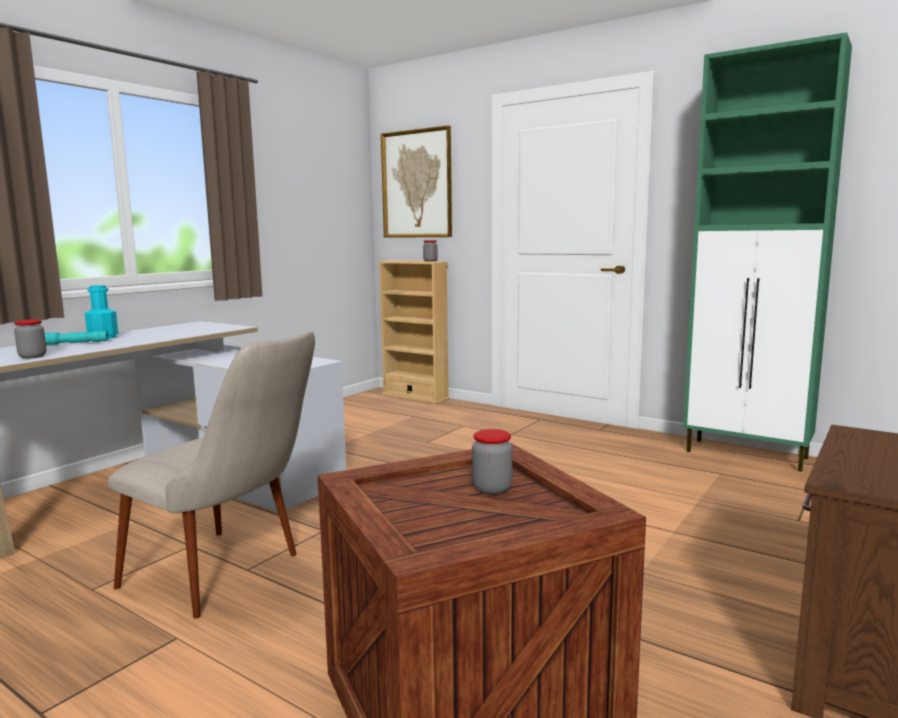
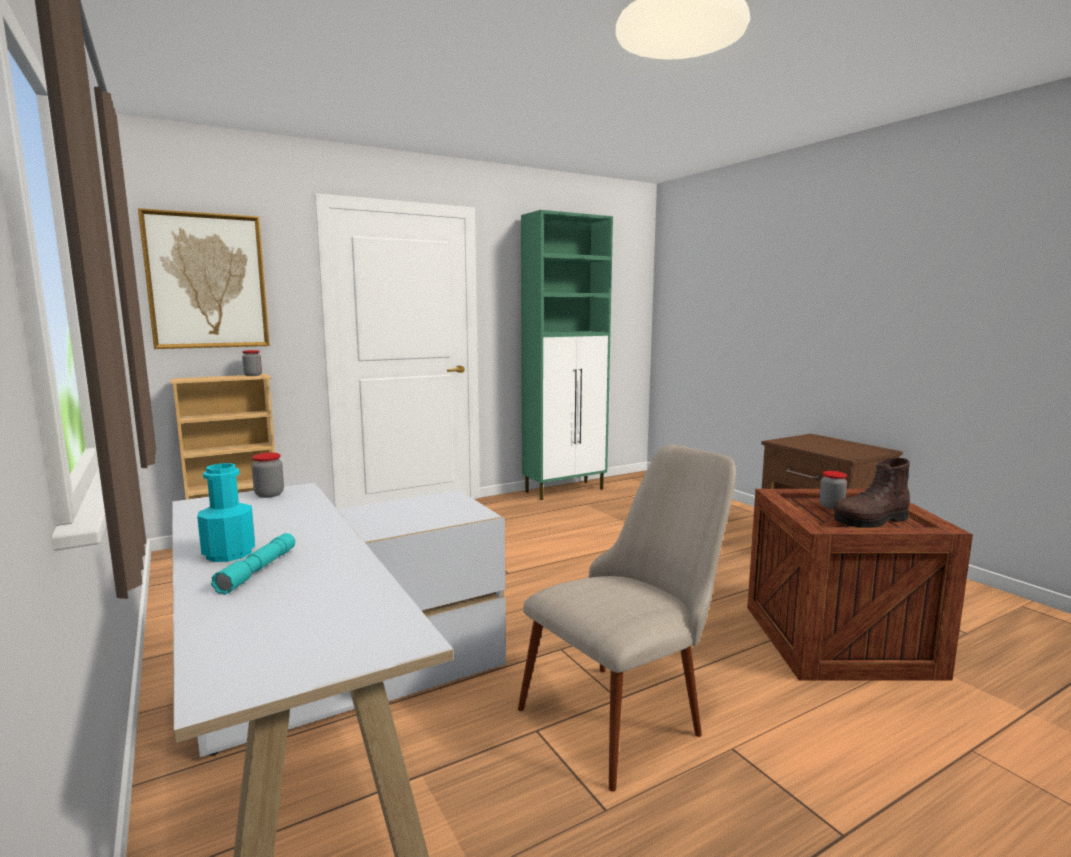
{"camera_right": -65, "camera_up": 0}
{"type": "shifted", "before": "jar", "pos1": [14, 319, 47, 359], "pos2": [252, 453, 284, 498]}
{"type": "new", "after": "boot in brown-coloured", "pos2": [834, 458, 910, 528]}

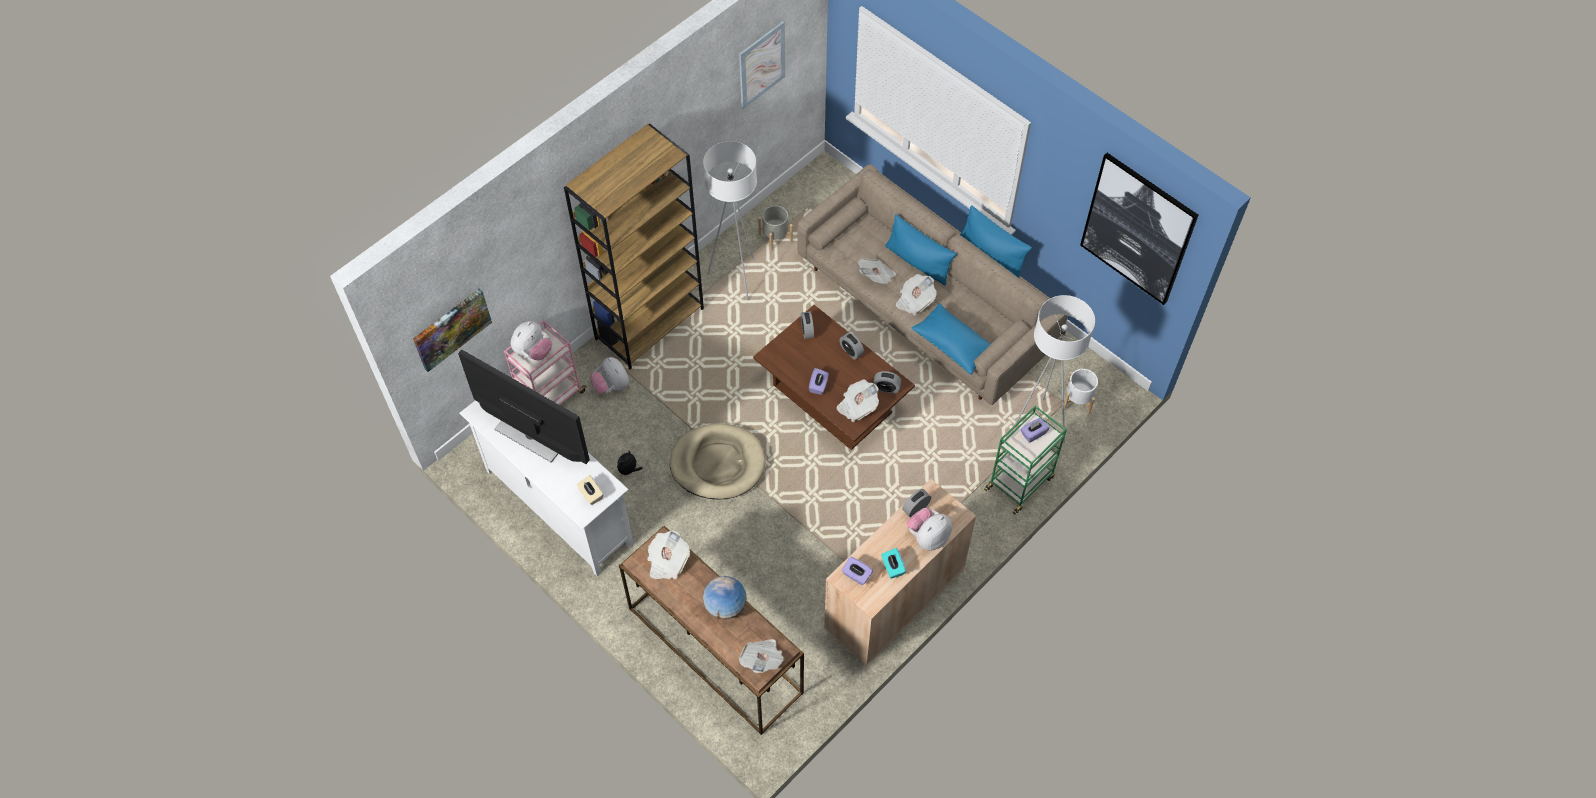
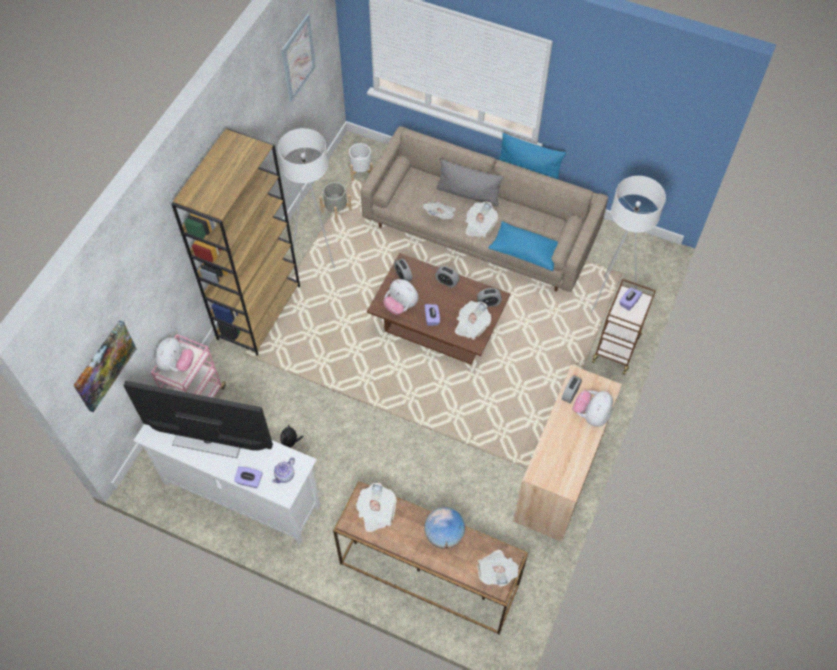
{"camera_right": -20, "camera_up": 0}
{"type": "shifted", "before": "tissue holder in purple", "pos1": [842, 557, 873, 585], "pos2": [234, 466, 262, 488]}
{"type": "swapped", "before": "tissue holder in beige-coloured", "after": "tea pot", "pos1": [577, 475, 604, 505], "pos2": [272, 458, 295, 483]}
{"type": "shifted", "before": "planter in white", "pos1": [1064, 369, 1098, 415], "pos2": [348, 143, 373, 181]}
{"type": "shifted", "before": "plush toy", "pos1": [591, 357, 629, 394], "pos2": [383, 279, 418, 315]}
{"type": "repainted", "before": "throw pillow in blue", "after": "throw pillow in gray", "pos1": [885, 215, 957, 286], "pos2": [436, 159, 504, 207]}
{"type": "repainted", "before": "wheeled cart in greenish", "after": "wheeled cart in brown-coloured", "pos1": [984, 406, 1066, 514], "pos2": [592, 279, 656, 375]}
{"type": "gone", "before": "dog cushion in beige-coloured", "pos1": [670, 423, 766, 499]}
{"type": "gone", "before": "tissue holder in turquoise", "pos1": [881, 548, 906, 579]}
{"type": "gone", "before": "picture", "pos1": [1080, 153, 1198, 305]}

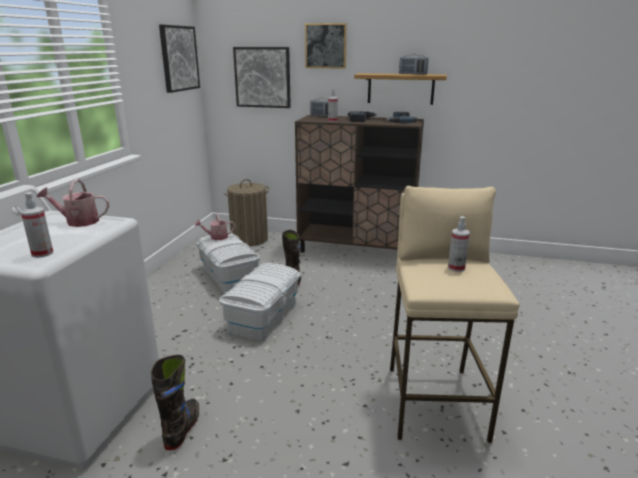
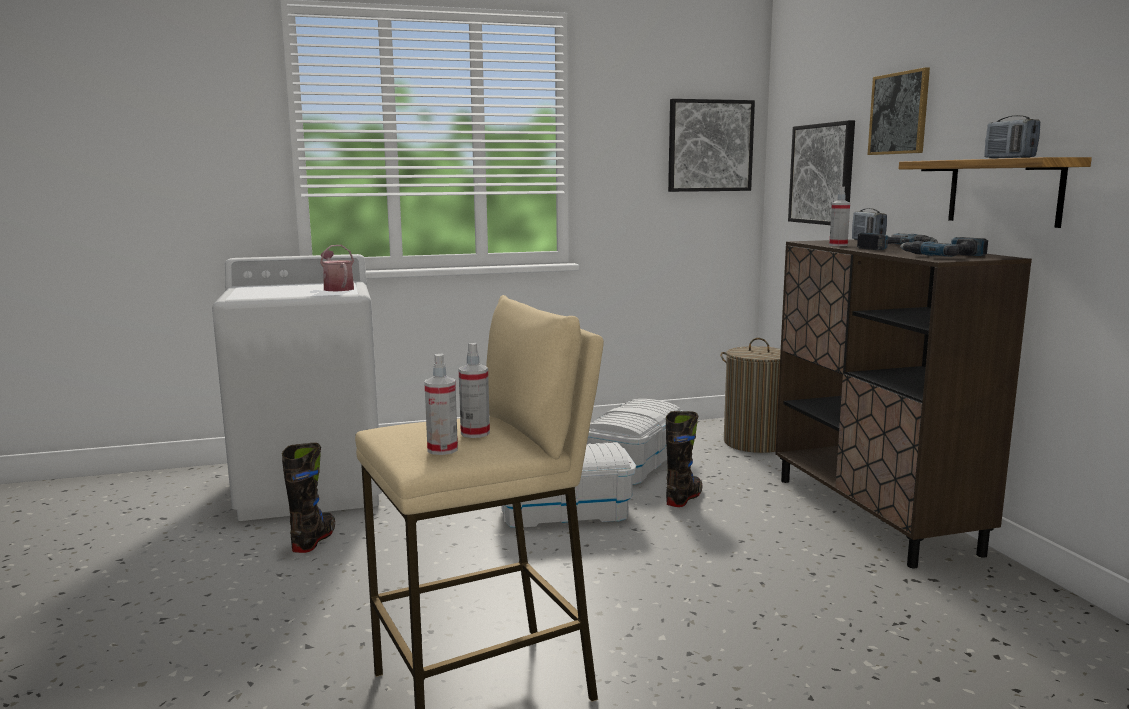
{"camera_right": 60, "camera_up": -10}
{"type": "rotated", "before": "boot in blackish", "pos1": [151, 355, 199, 450], "pos2": [282, 443, 335, 553], "turn": -60}
{"type": "shifted", "before": "sprayer", "pos1": [21, 192, 53, 258], "pos2": [424, 353, 458, 455]}
{"type": "gone", "before": "watering can", "pos1": [195, 213, 235, 240]}

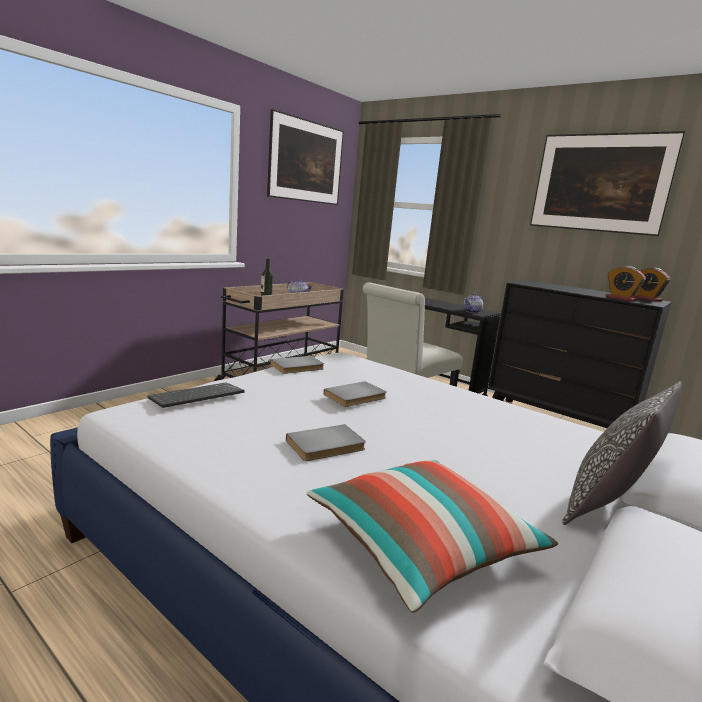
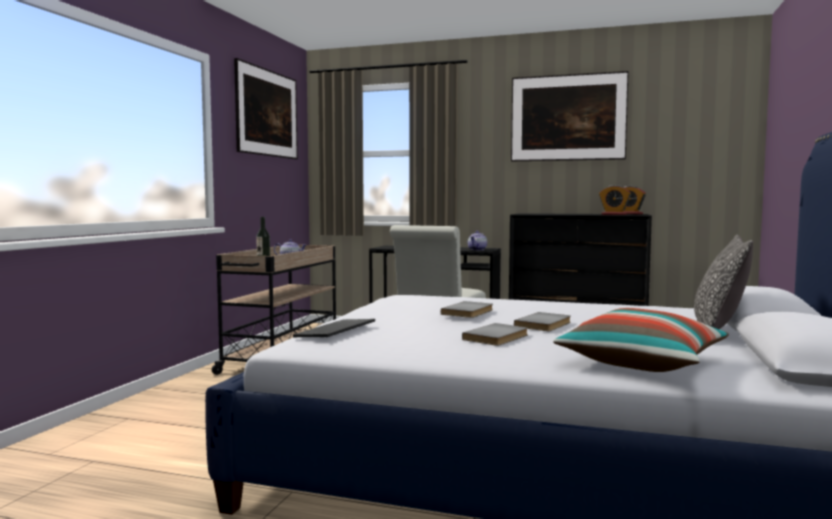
{"camera_right": -20, "camera_up": -10}
{"type": "shifted", "before": "bound book in gray", "pos1": [270, 356, 324, 374], "pos2": [514, 312, 571, 331]}

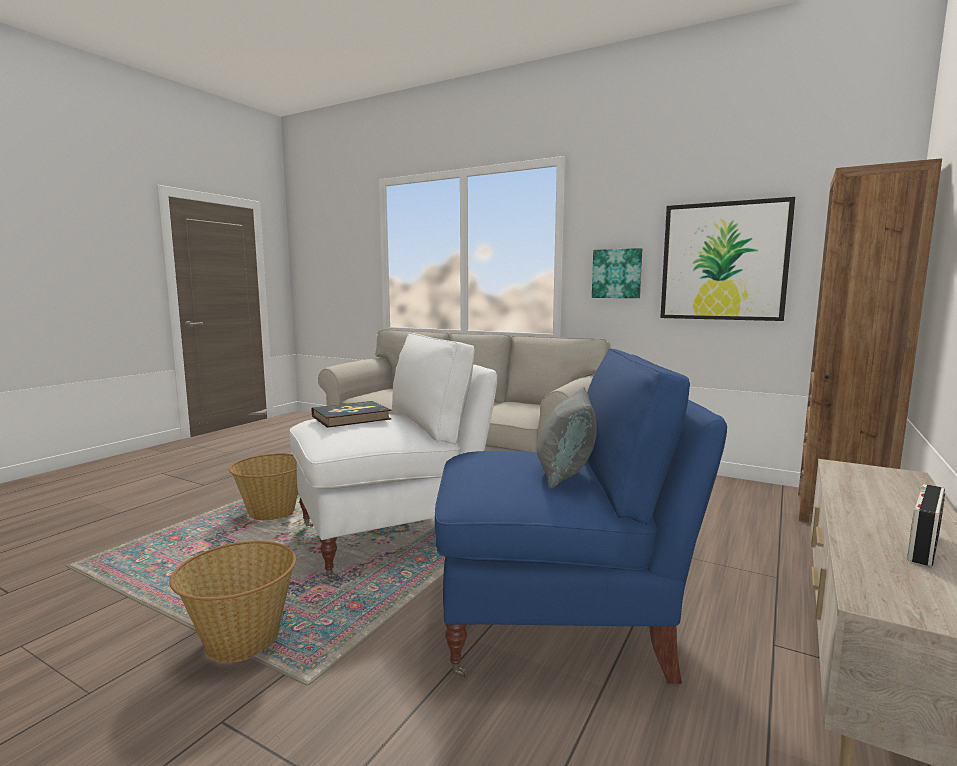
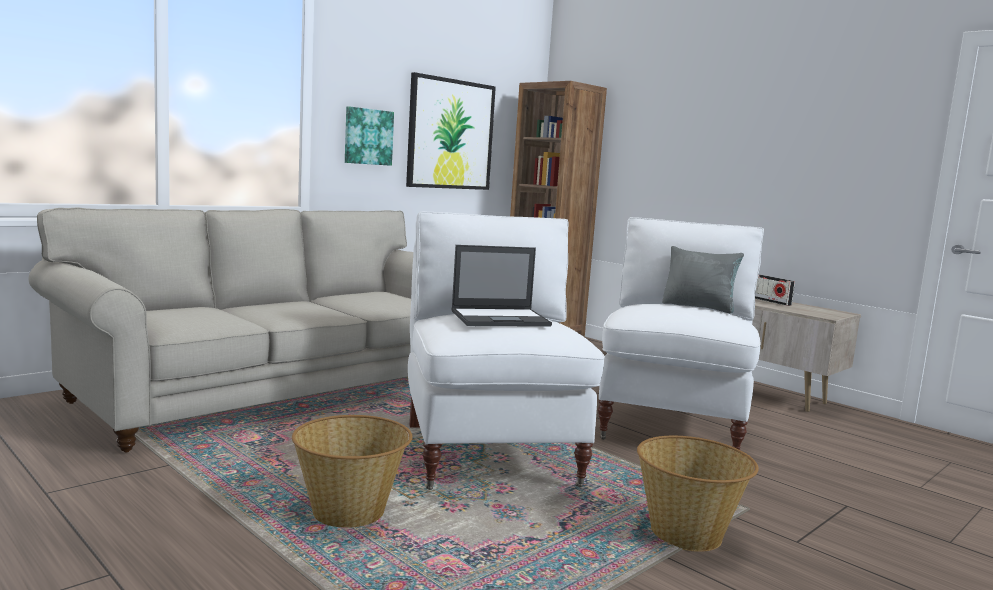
{"camera_right": -75, "camera_up": 0}
{"type": "swapped", "before": "bound book", "after": "laptop", "pos1": [312, 401, 391, 428], "pos2": [451, 245, 552, 327]}
{"type": "repainted", "before": "armchair in blue", "after": "armchair in white", "pos1": [435, 348, 727, 684], "pos2": [598, 217, 764, 450]}

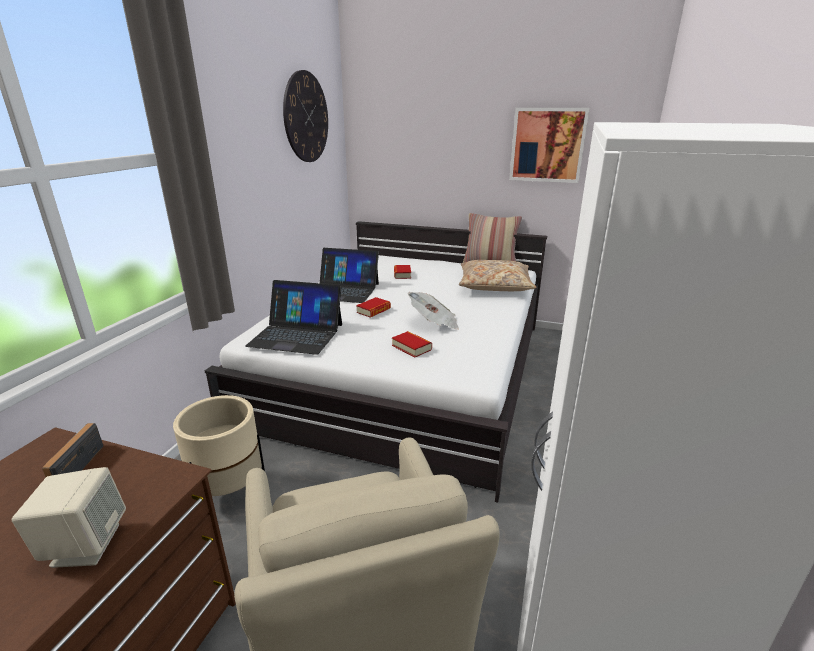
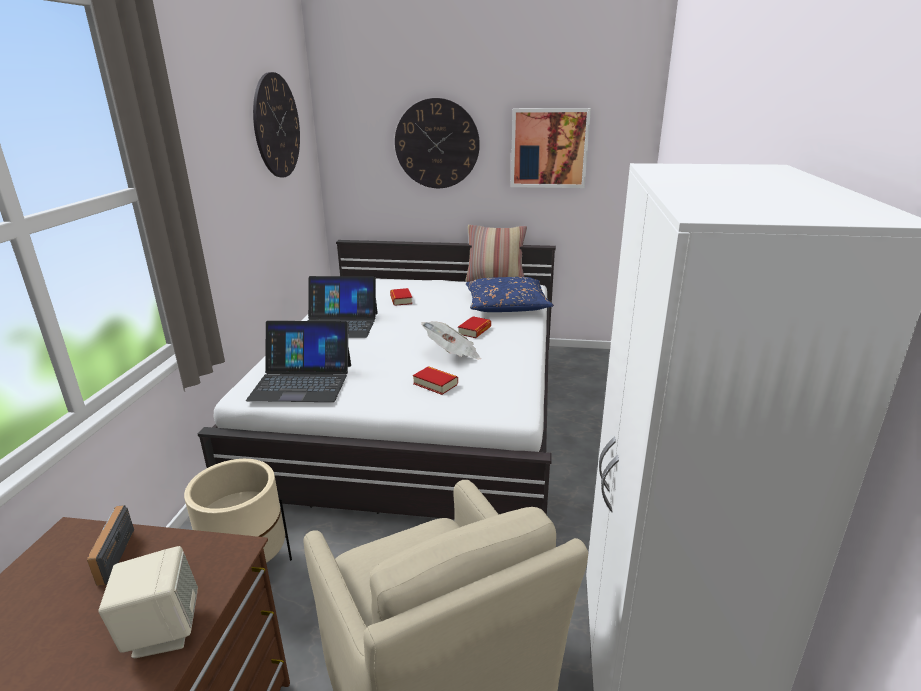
{"camera_right": -10, "camera_up": 0}
{"type": "new", "after": "clock on the wall", "pos2": [395, 98, 480, 188]}
{"type": "shifted", "before": "bound book", "pos1": [356, 297, 391, 317], "pos2": [458, 316, 491, 338]}
{"type": "repainted", "before": "throw pillow in beige-coloured", "after": "throw pillow in blue", "pos1": [459, 260, 537, 291], "pos2": [466, 277, 554, 312]}

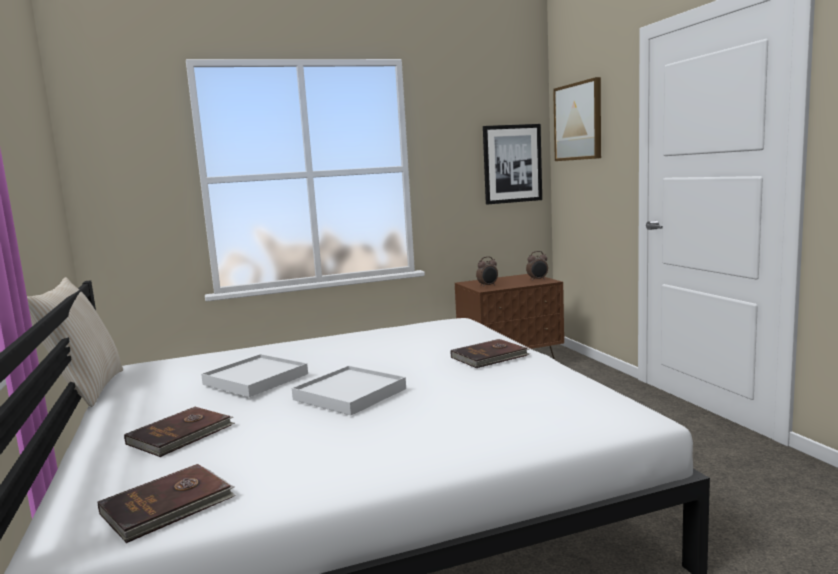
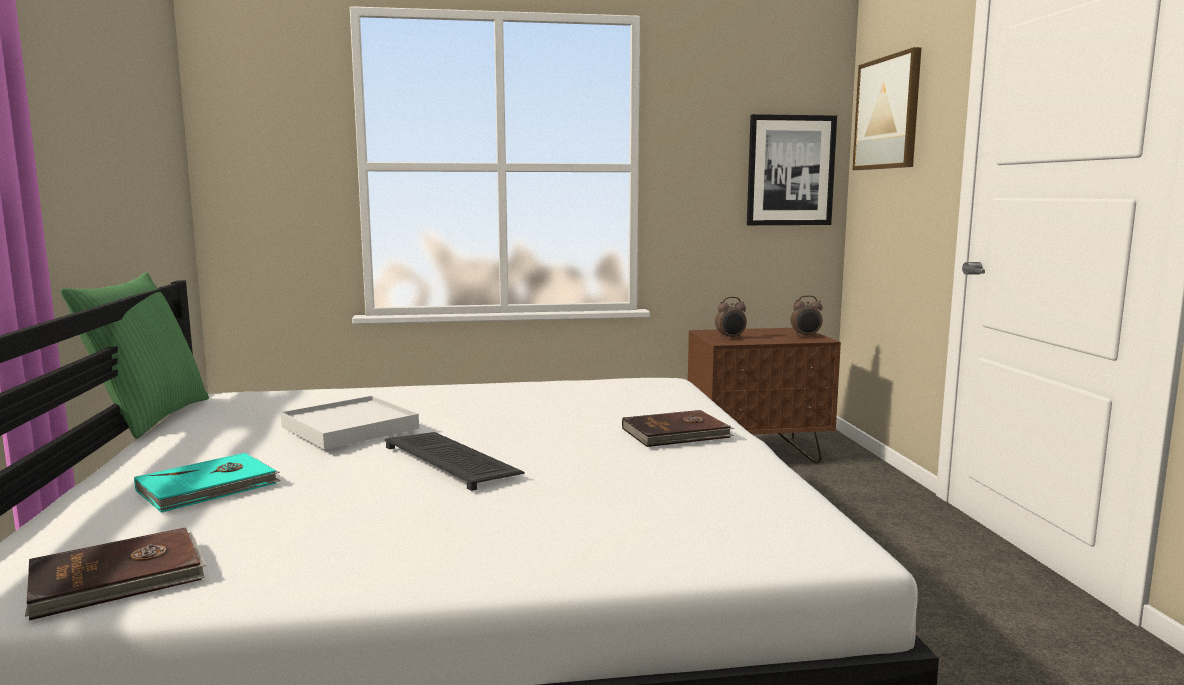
{"camera_right": 10, "camera_up": 0}
{"type": "repainted", "before": "throw pillow in beige-coloured", "after": "throw pillow in greenish", "pos1": [27, 277, 123, 407], "pos2": [60, 272, 209, 439]}
{"type": "repainted", "before": "bound book in brown-coloured", "after": "bound book in turquoise", "pos1": [124, 406, 235, 457], "pos2": [134, 453, 281, 513]}
{"type": "swapped", "before": "tray in white", "after": "keyboard", "pos1": [292, 366, 406, 416], "pos2": [385, 432, 524, 491]}

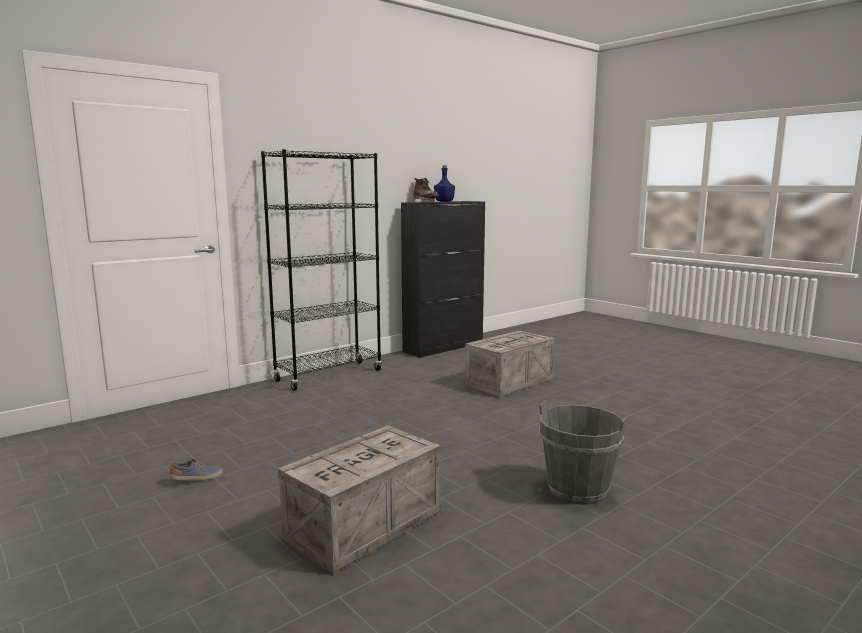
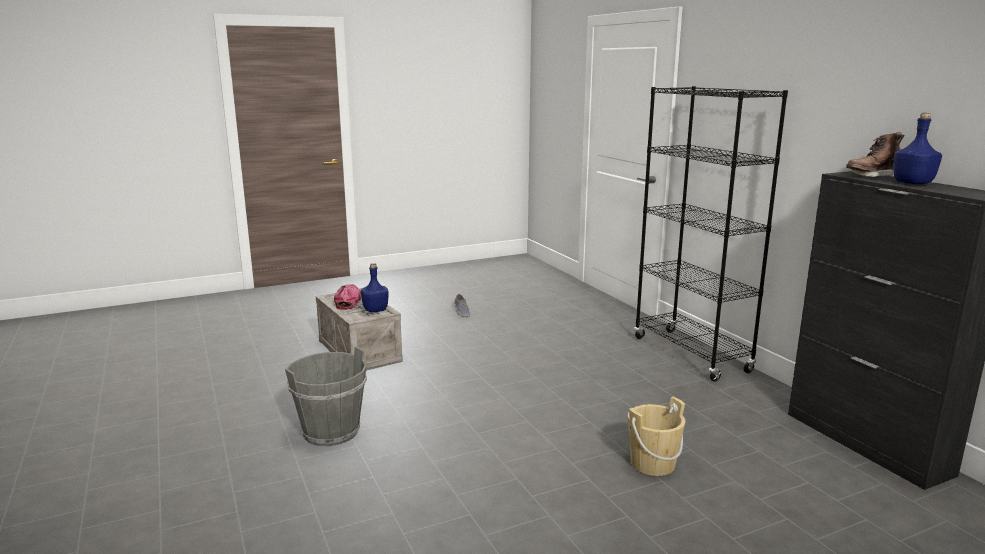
{"camera_right": 105, "camera_up": 5}
{"type": "new", "after": "peaked cap", "pos2": [334, 284, 362, 310]}
{"type": "new", "after": "drink bottle in blue", "pos2": [361, 263, 389, 312]}
{"type": "swapped", "before": "packing crate", "after": "water bucket in beige-coloured", "pos1": [465, 330, 555, 398], "pos2": [628, 397, 685, 476]}

